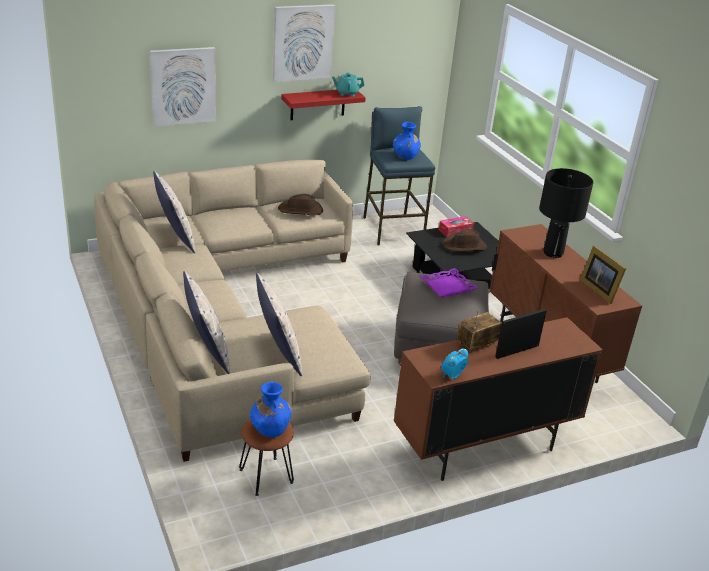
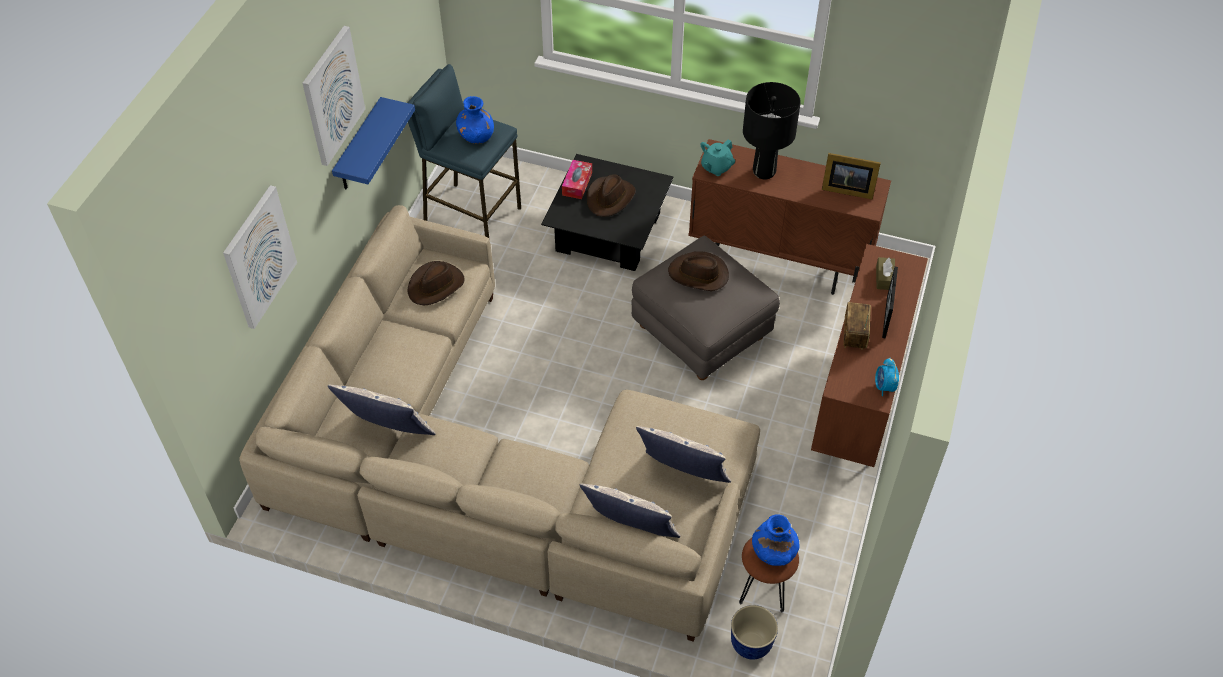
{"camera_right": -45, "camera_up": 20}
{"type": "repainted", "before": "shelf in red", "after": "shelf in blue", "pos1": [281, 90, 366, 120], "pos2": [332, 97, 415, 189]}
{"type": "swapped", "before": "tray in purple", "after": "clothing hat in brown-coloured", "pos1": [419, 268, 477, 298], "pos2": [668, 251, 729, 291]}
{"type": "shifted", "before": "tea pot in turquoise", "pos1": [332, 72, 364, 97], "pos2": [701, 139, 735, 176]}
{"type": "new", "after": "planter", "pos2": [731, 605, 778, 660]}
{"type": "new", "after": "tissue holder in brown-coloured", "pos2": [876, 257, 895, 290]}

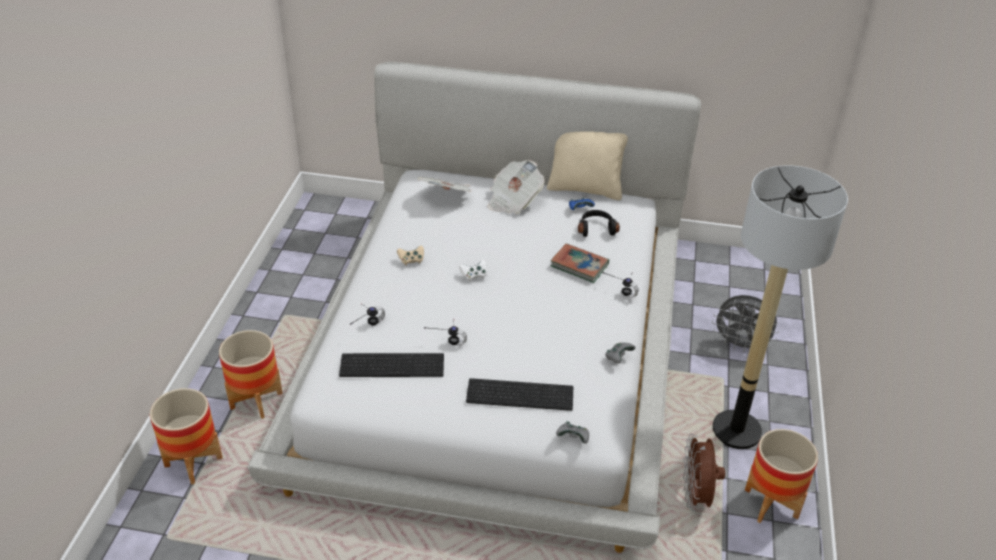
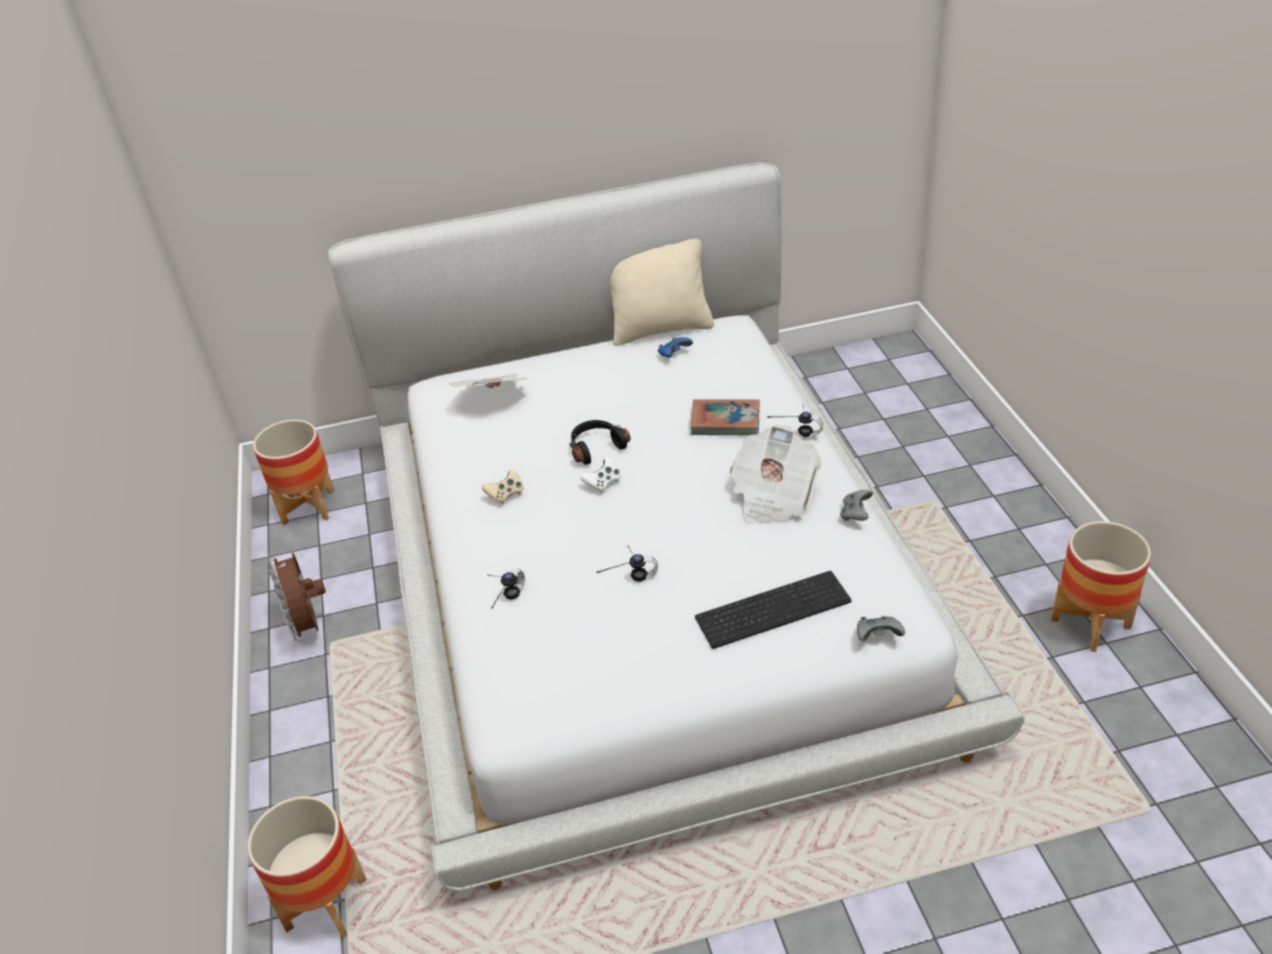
{"camera_right": -20, "camera_up": 0}
{"type": "shifted", "before": "planter", "pos1": [219, 330, 283, 419], "pos2": [253, 420, 335, 525]}
{"type": "shifted", "before": "cooling fan in brown-coloured", "pos1": [683, 434, 725, 511], "pos2": [267, 552, 326, 642]}
{"type": "shifted", "before": "headset in blackish", "pos1": [578, 210, 620, 237], "pos2": [570, 420, 631, 465]}
{"type": "shifted", "before": "newspaper", "pos1": [487, 160, 545, 214], "pos2": [730, 425, 821, 524]}
{"type": "gone", "before": "keyboard", "pos1": [339, 353, 444, 377]}
{"type": "gone", "before": "cooling fan in gray", "pos1": [712, 295, 779, 352]}
{"type": "gone", "before": "standard lamp", "pos1": [713, 165, 848, 449]}

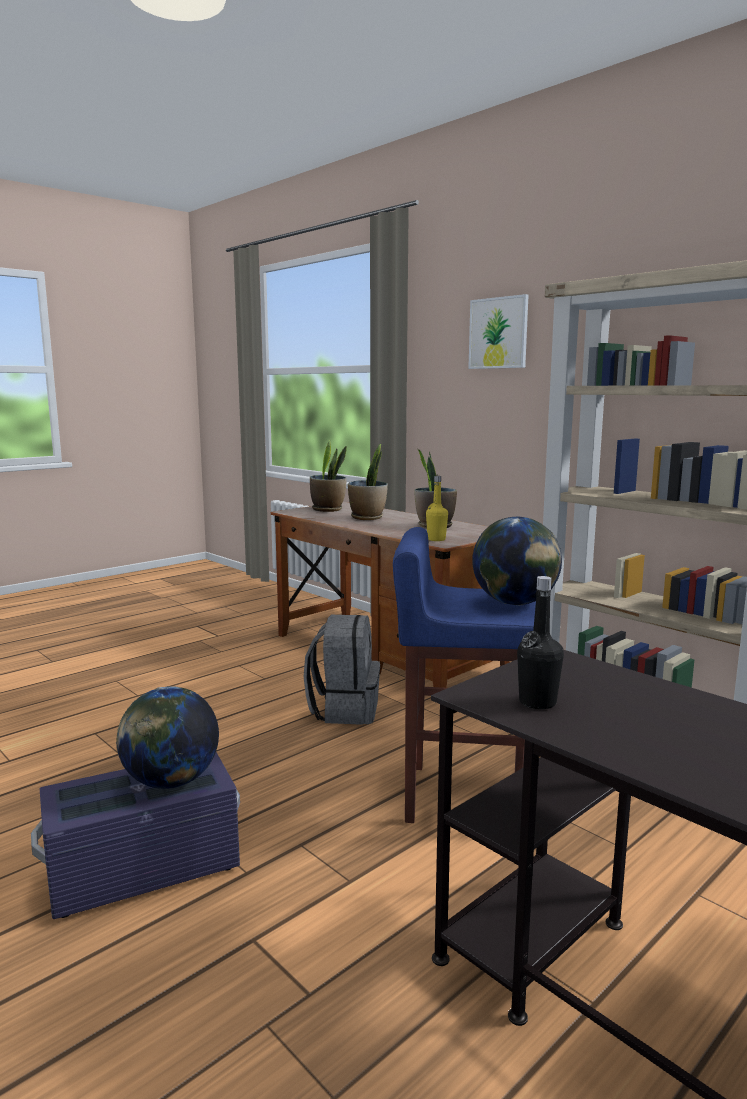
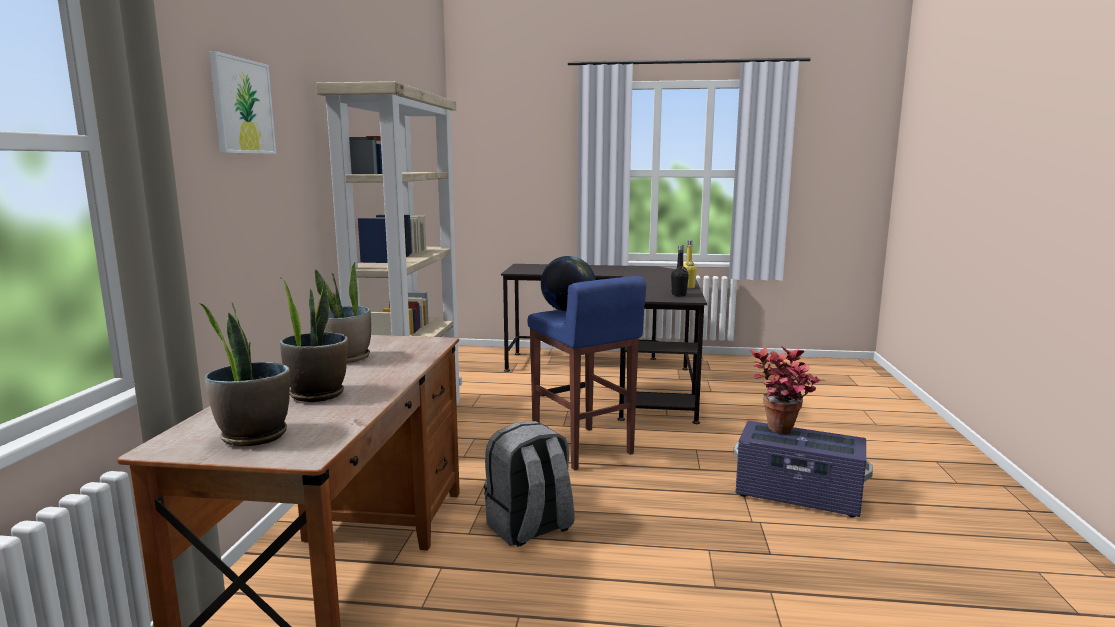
{"camera_right": -130, "camera_up": 0}
{"type": "shifted", "before": "drink bottle in yellowish", "pos1": [426, 476, 448, 541], "pos2": [683, 240, 697, 289]}
{"type": "swapped", "before": "desk globe", "after": "plant in a pot", "pos1": [116, 686, 219, 789], "pos2": [750, 346, 820, 434]}

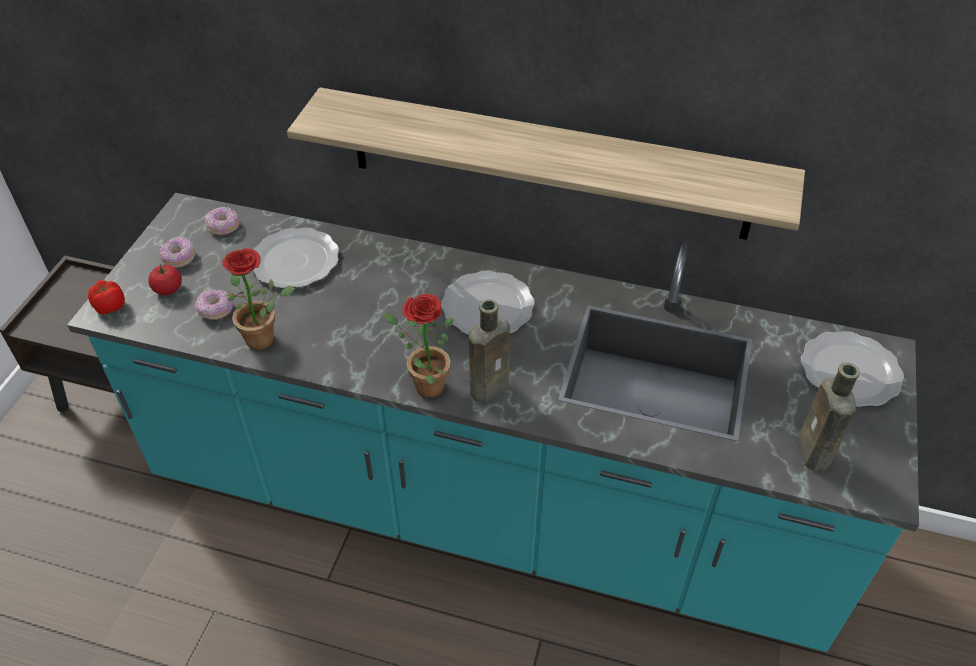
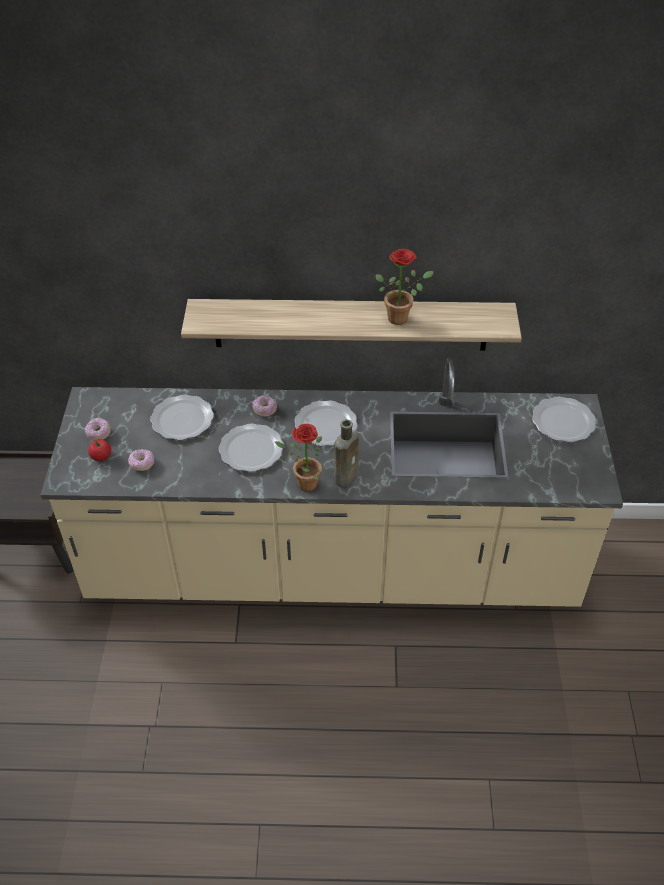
{"camera_right": -15, "camera_up": 0}
{"type": "repainted", "before": "counter in turquoise", "after": "counter in beige-coloured", "pos1": [67, 193, 919, 652], "pos2": [41, 358, 623, 607]}
{"type": "new", "after": "plate", "pos2": [219, 424, 284, 472]}
{"type": "shifted", "before": "doughnut", "pos1": [204, 206, 240, 235], "pos2": [252, 395, 277, 417]}
{"type": "shifted", "before": "plant in a pot", "pos1": [222, 248, 295, 350], "pos2": [376, 249, 434, 325]}
{"type": "gone", "before": "fresh tomato", "pos1": [88, 280, 125, 314]}
{"type": "gone", "before": "drink bottle in brown-coloured", "pos1": [797, 363, 860, 471]}

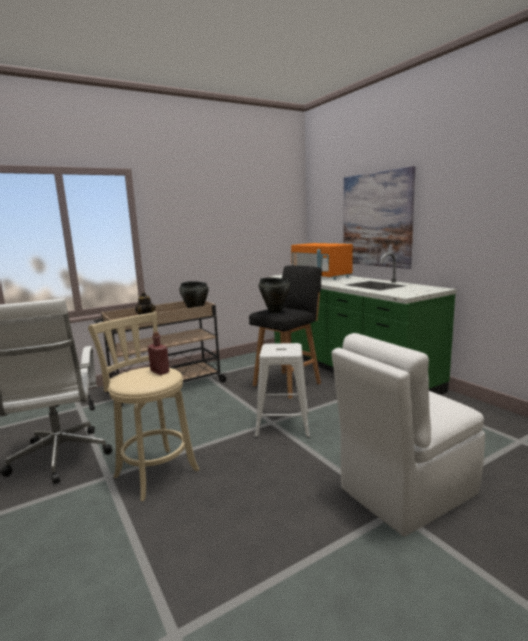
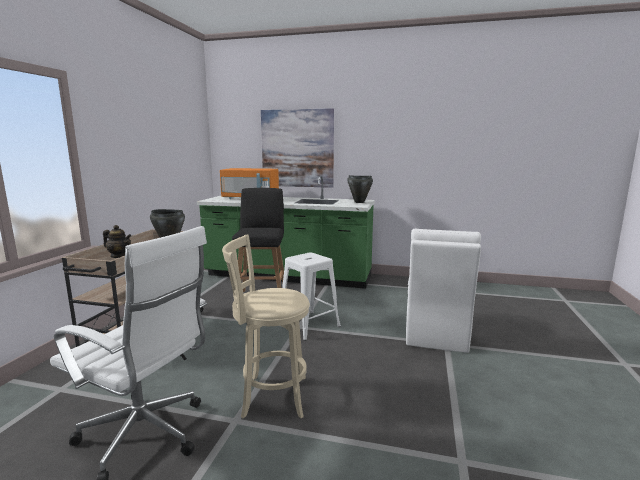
{"camera_right": -45, "camera_up": 0}
{"type": "shifted", "before": "cooking pot in blackish", "pos1": [259, 278, 290, 313], "pos2": [347, 175, 373, 203]}
{"type": "gone", "before": "drink bottle in red", "pos1": [148, 332, 169, 375]}

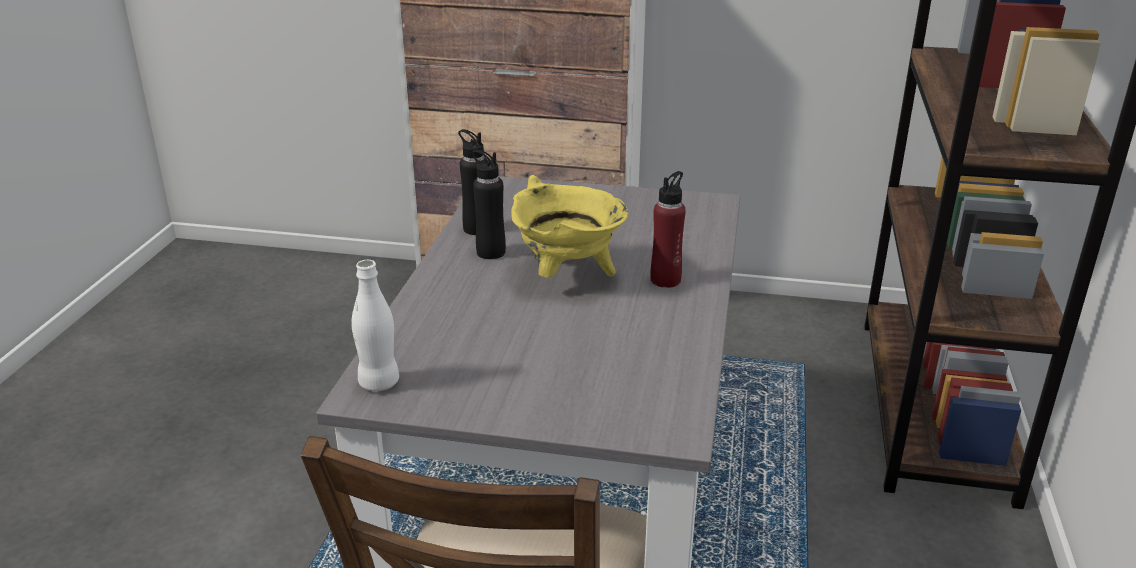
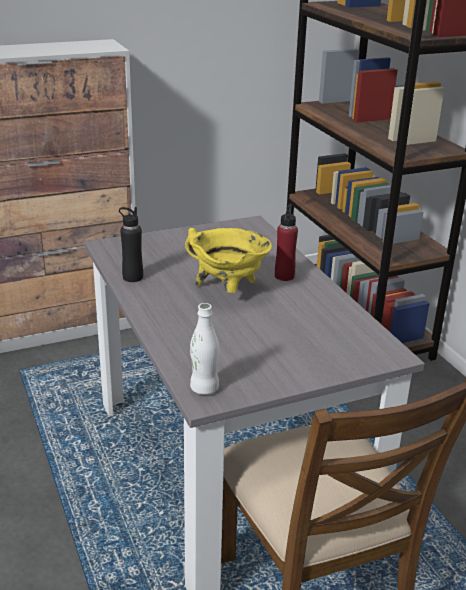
{"camera_right": -35, "camera_up": 0}
{"type": "gone", "before": "drink bottle in blackish", "pos1": [471, 150, 506, 259]}

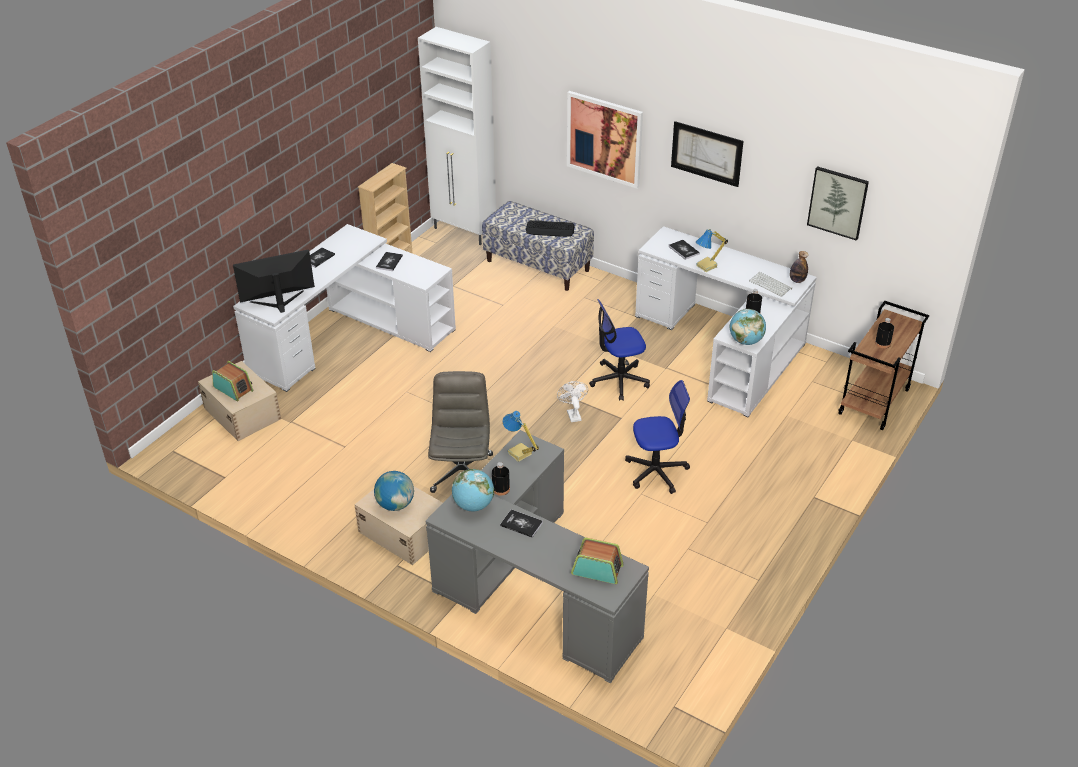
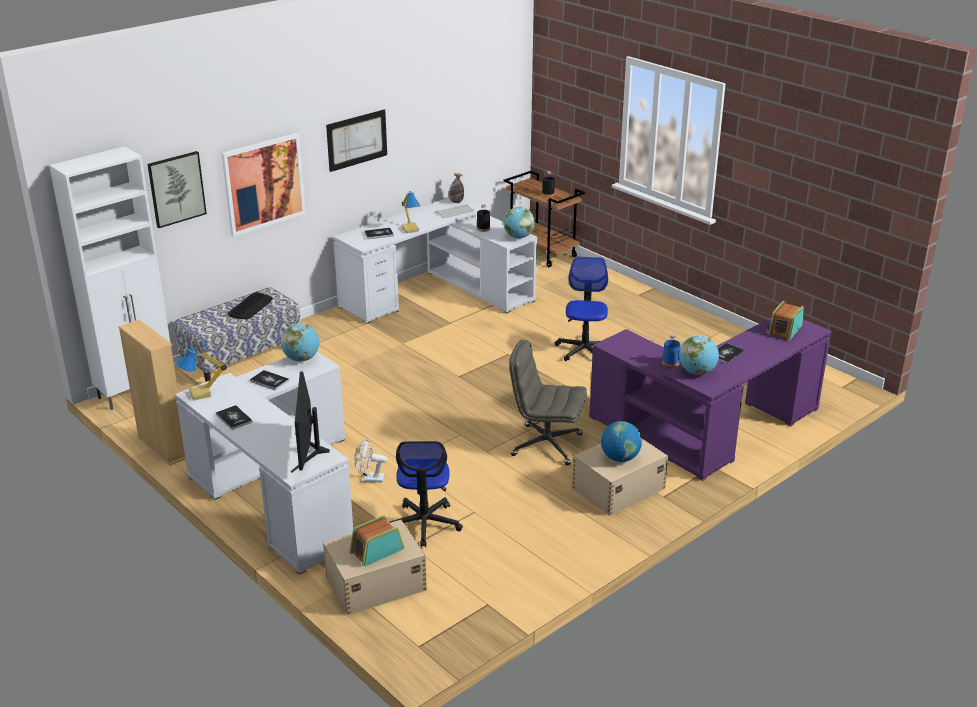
{"camera_right": -75, "camera_up": -10}
{"type": "shifted", "before": "picture", "pos1": [807, 166, 869, 241], "pos2": [147, 151, 207, 228]}
{"type": "shifted", "before": "table lamp", "pos1": [502, 411, 539, 462], "pos2": [176, 348, 227, 401]}
{"type": "new", "after": "desk globe", "pos2": [281, 323, 319, 362]}
{"type": "shifted", "before": "cooling fan in white", "pos1": [557, 381, 588, 422], "pos2": [354, 438, 387, 482]}
{"type": "shifted", "before": "office chair", "pos1": [589, 299, 650, 401], "pos2": [389, 441, 463, 547]}
{"type": "repainted", "before": "desk unit in gray", "after": "desk unit in purple", "pos1": [426, 430, 649, 684], "pos2": [589, 318, 831, 481]}
{"type": "repainted", "before": "drink bottle in blackish", "after": "drink bottle in blue", "pos1": [492, 462, 510, 496], "pos2": [662, 334, 681, 368]}

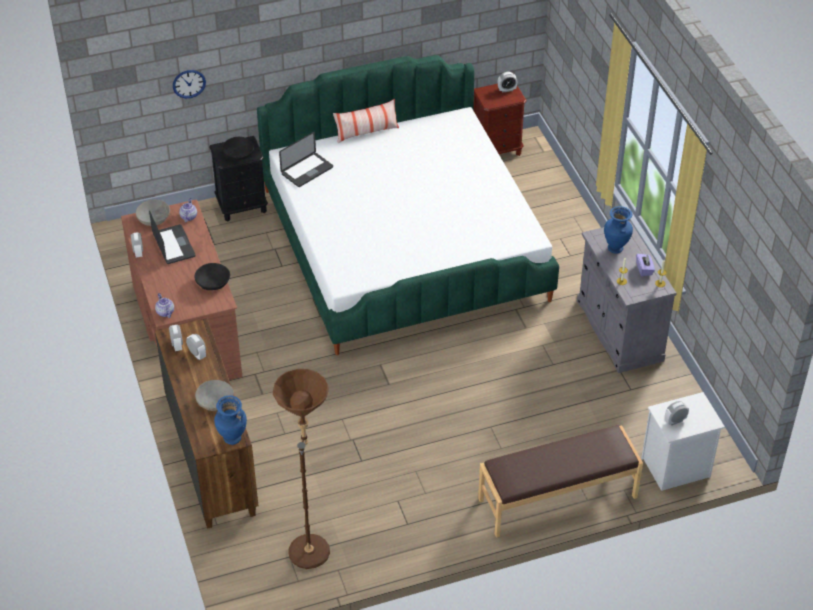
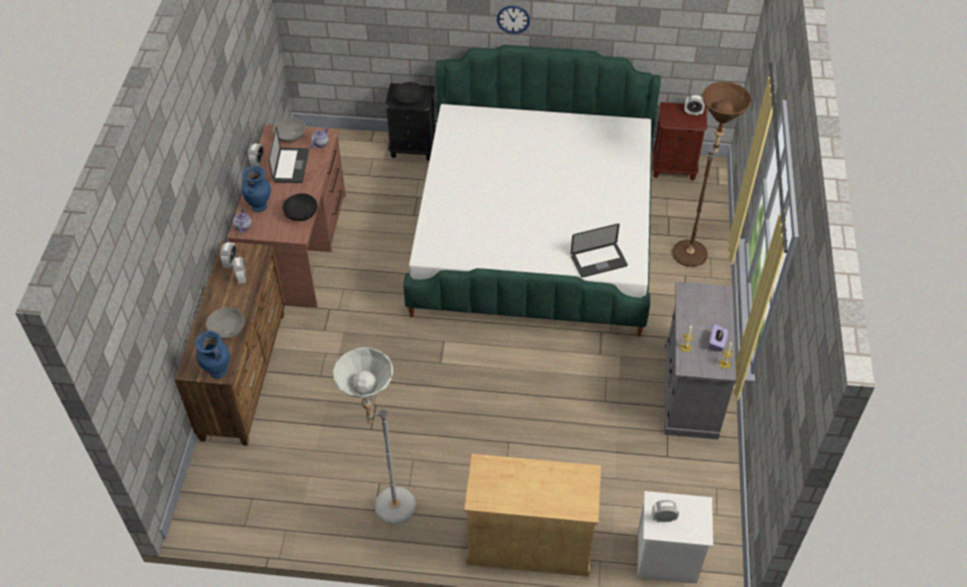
{"camera_right": 25, "camera_up": 5}
{"type": "shifted", "before": "flower vase in blue", "pos1": [604, 206, 633, 254], "pos2": [241, 166, 271, 212]}
{"type": "new", "after": "standard lamp in gray", "pos2": [333, 348, 416, 524]}
{"type": "swapped", "before": "bench in brown-coloured", "after": "storage cabinet in beige-coloured", "pos1": [478, 425, 643, 538], "pos2": [464, 454, 601, 577]}
{"type": "shifted", "before": "clock on the wall", "pos1": [173, 70, 206, 98], "pos2": [497, 6, 530, 34]}
{"type": "shifted", "before": "laptop", "pos1": [279, 132, 333, 187], "pos2": [571, 223, 628, 278]}
{"type": "shifted", "before": "standard lamp in brown-coloured", "pos1": [273, 369, 330, 569], "pos2": [672, 82, 751, 267]}
{"type": "gone", "before": "throw pillow", "pos1": [333, 99, 399, 143]}

